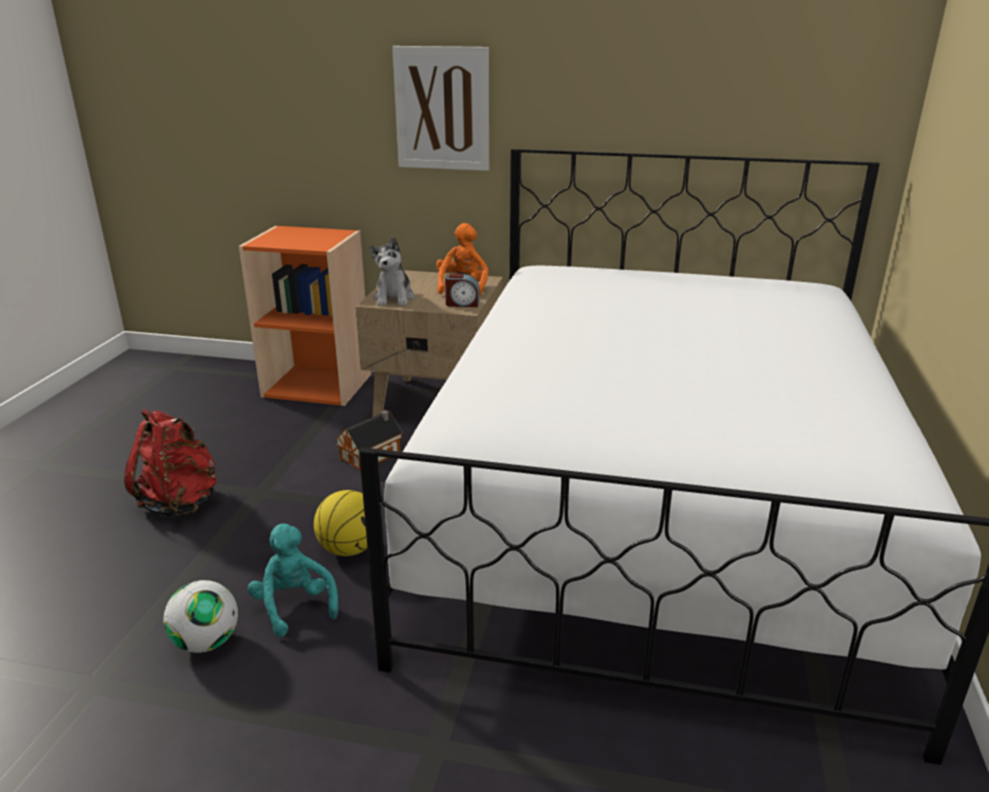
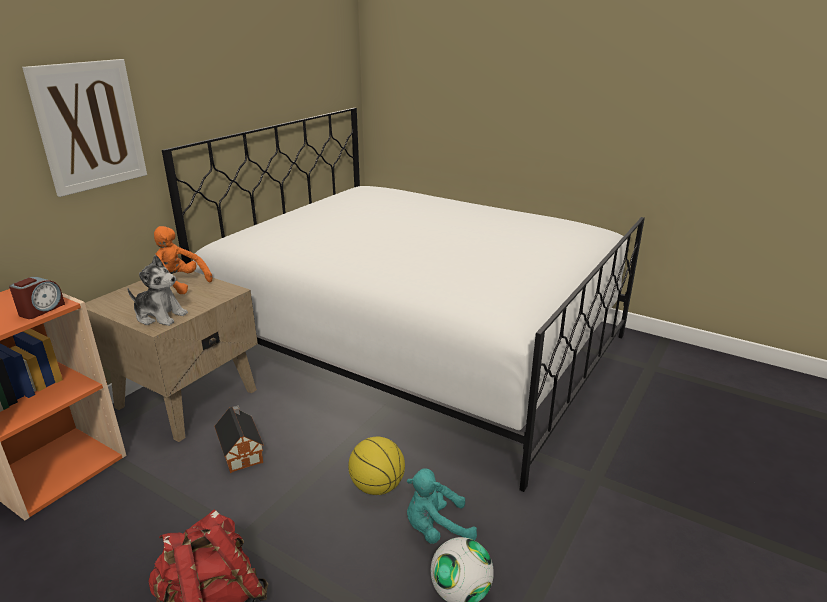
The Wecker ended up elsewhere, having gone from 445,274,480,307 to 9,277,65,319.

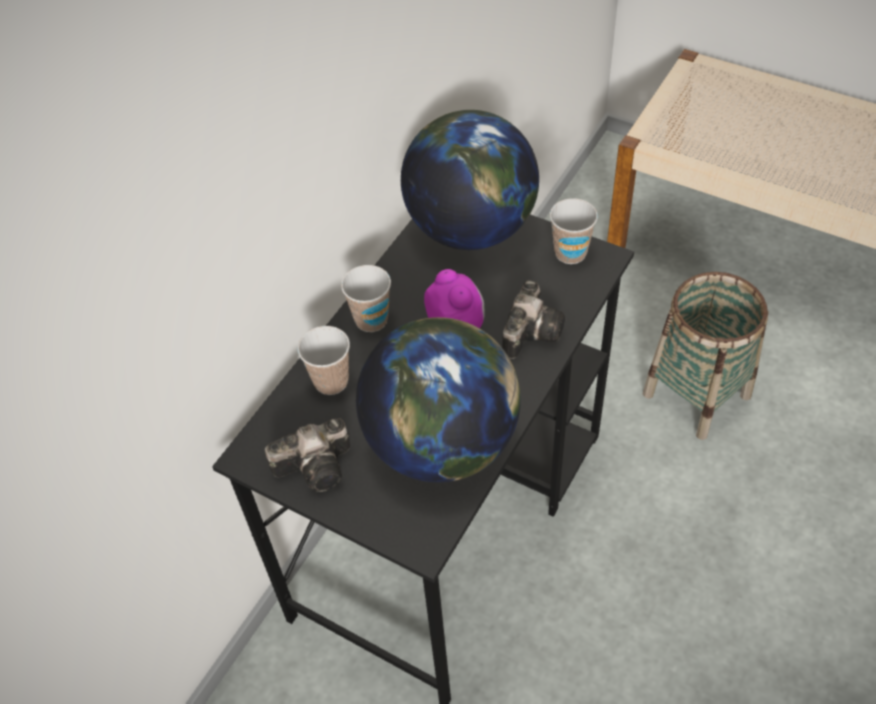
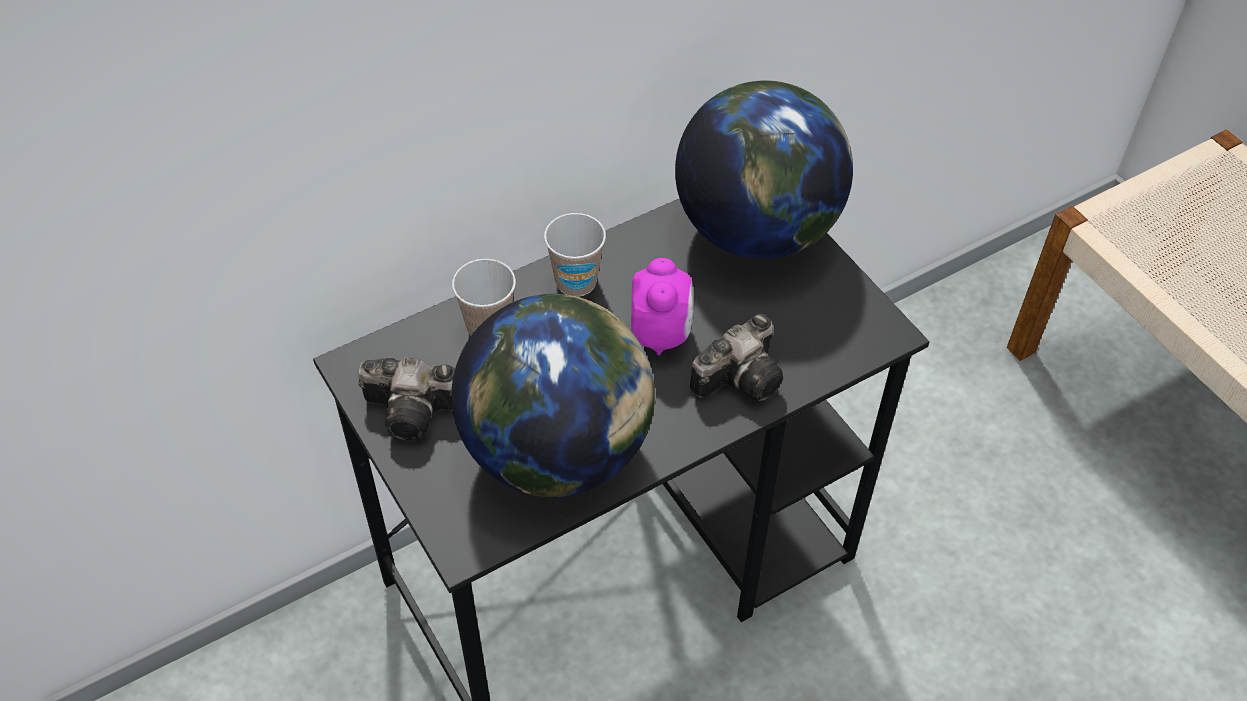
The second view lost the Tasse at 550,198,598,264.
The second view lost the Korb at 643,272,769,440.

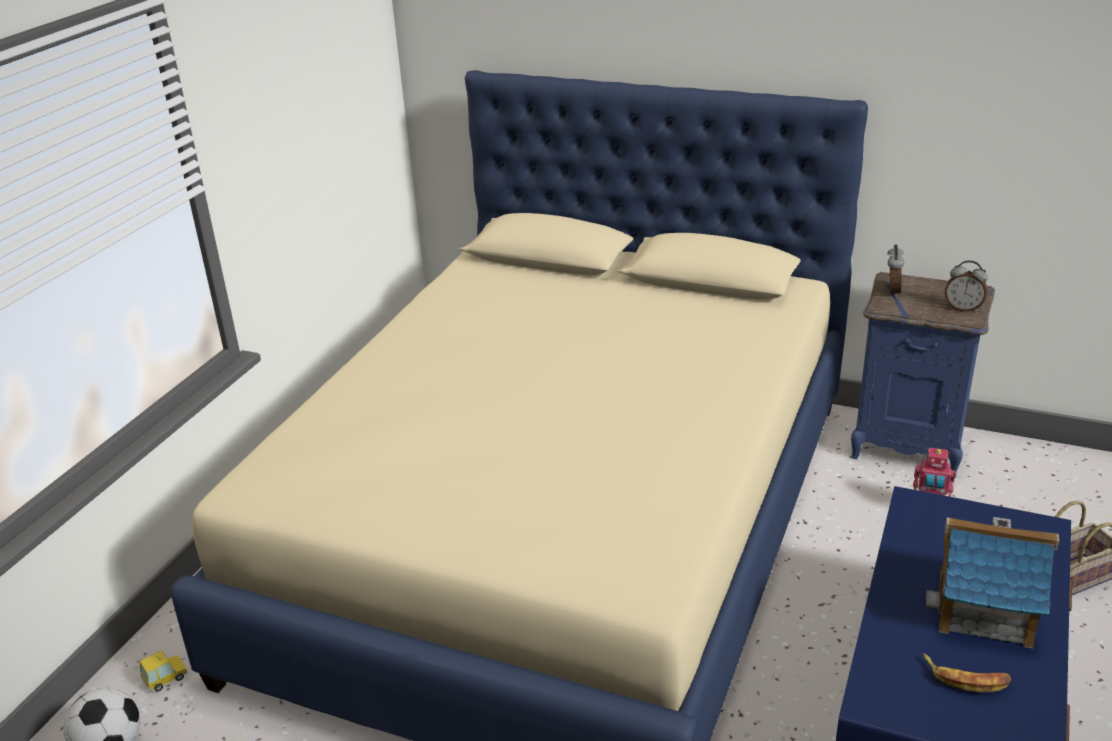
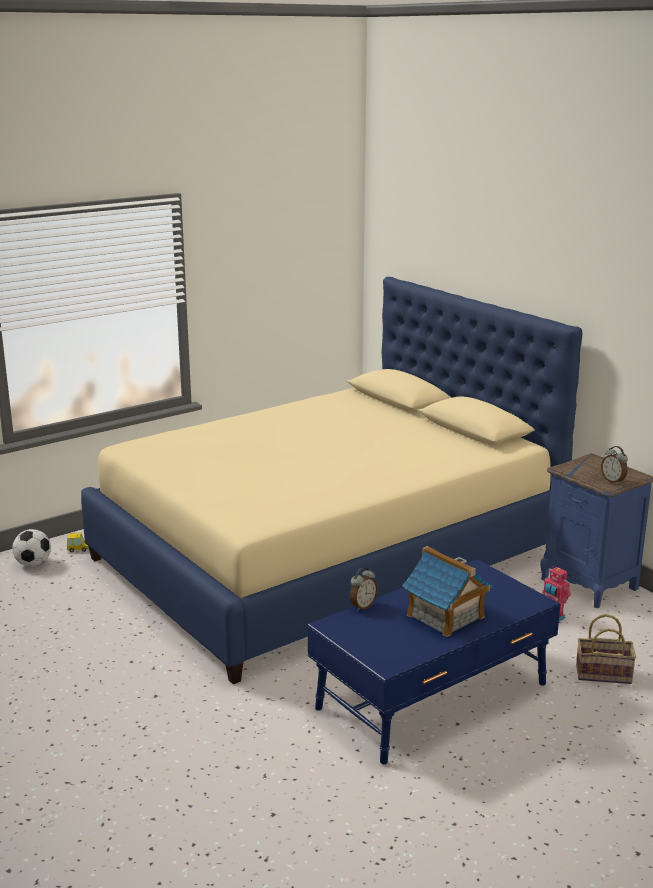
The Wecker ended up elsewhere, having gone from 887,245,904,297 to 350,567,378,611.
The second view lost the Banane at 923,653,1011,692.

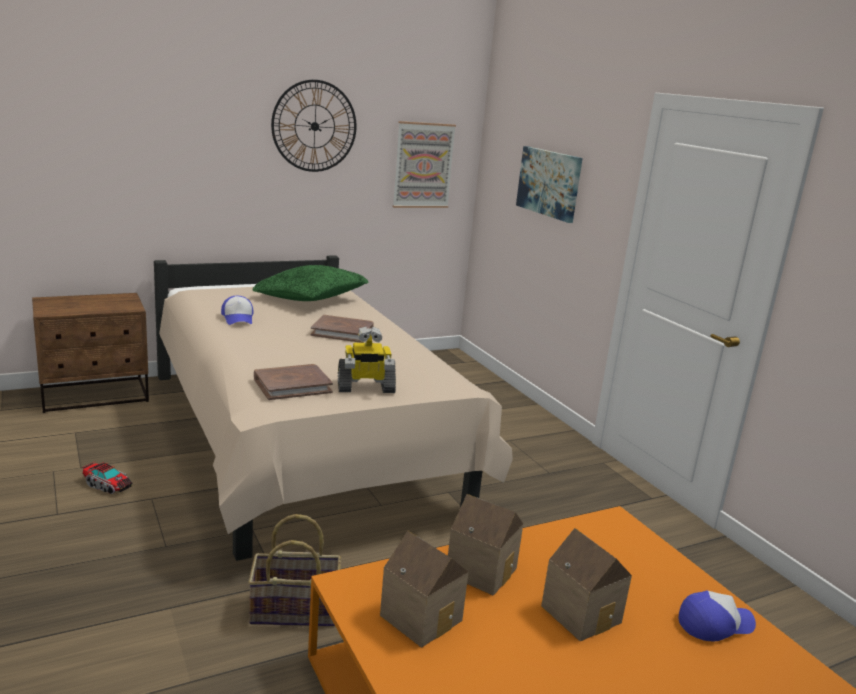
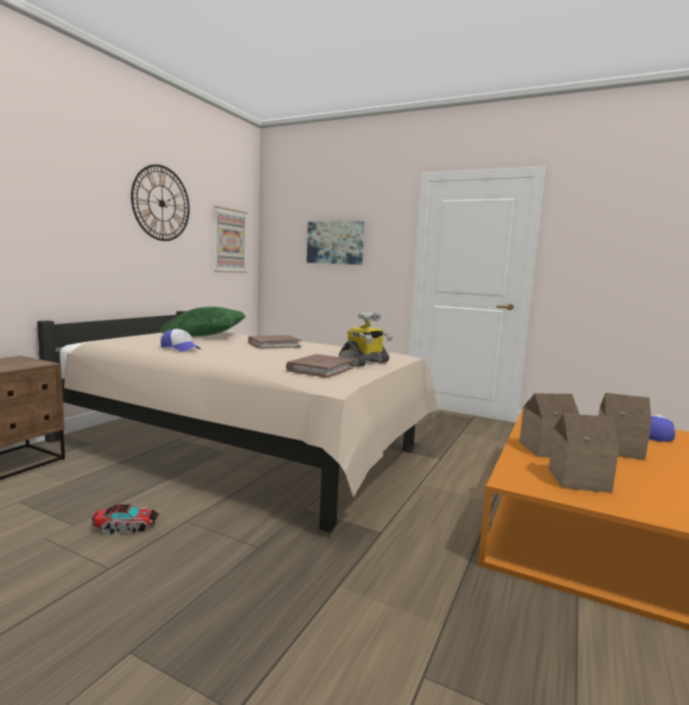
The second view lost the Korb at 248,514,341,626.

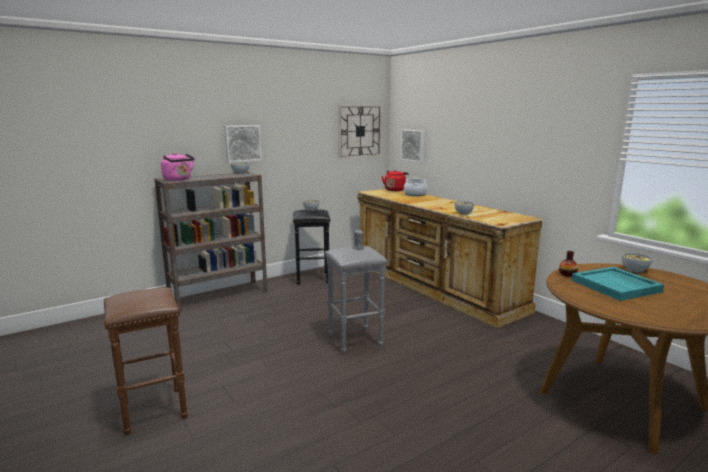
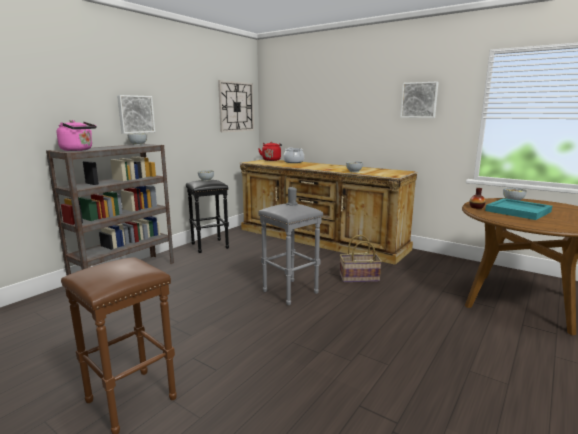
The Bild ended up elsewhere, having gone from 400,130,424,162 to 400,82,439,118.
The second view gained the Korb at 340,235,382,282.

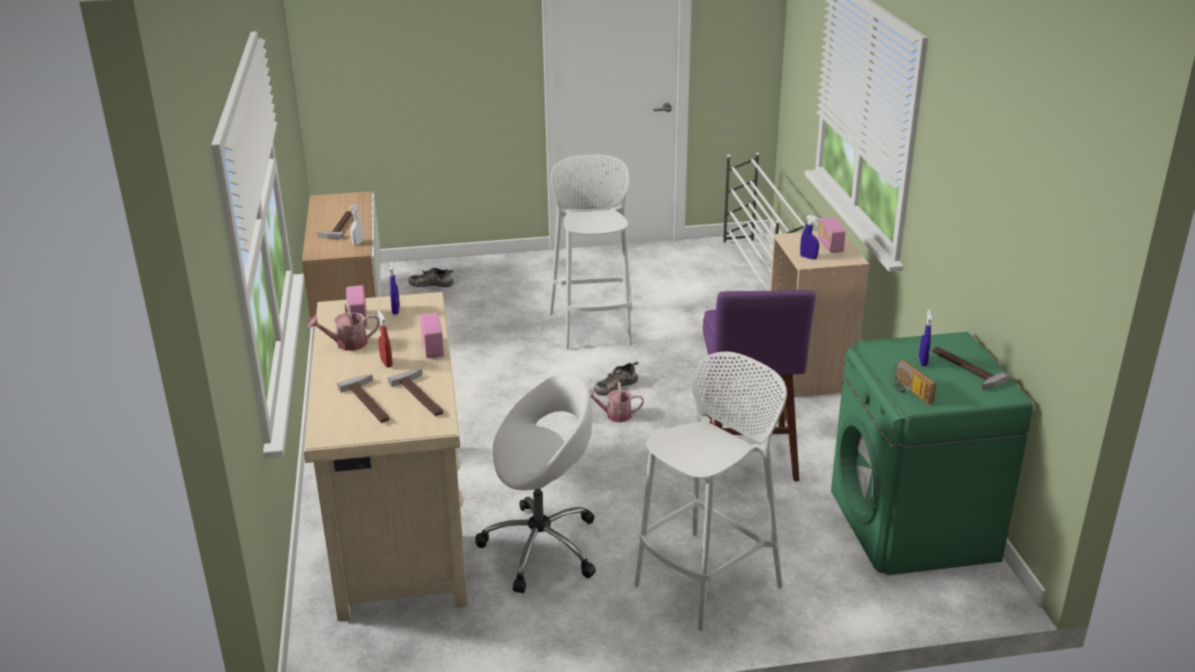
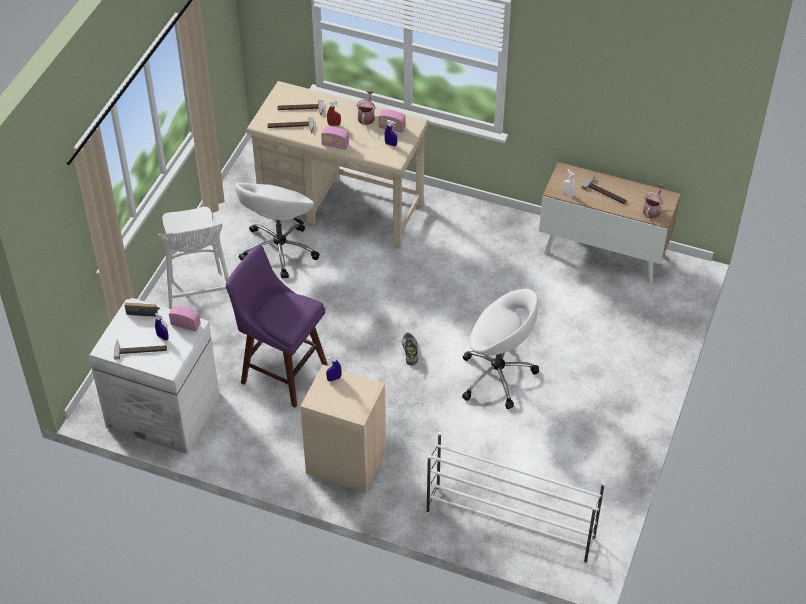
Where the Hocker (weiß) stood at 549,155,633,350, the Bürostuhl (weiß) came to stand at 462,289,539,409.
The Radio ended up elsewhere, having gone from 818,217,846,253 to 169,306,201,331.
The second view lost the Schuh at 408,268,454,287.
What was the Waschmaschine (grün) at 831,332,1033,575 turned into the Waschmaschine (weiß) at 89,298,220,454.
The Gießkanne ended up elsewhere, having gone from 589,382,644,422 to 643,184,666,218.

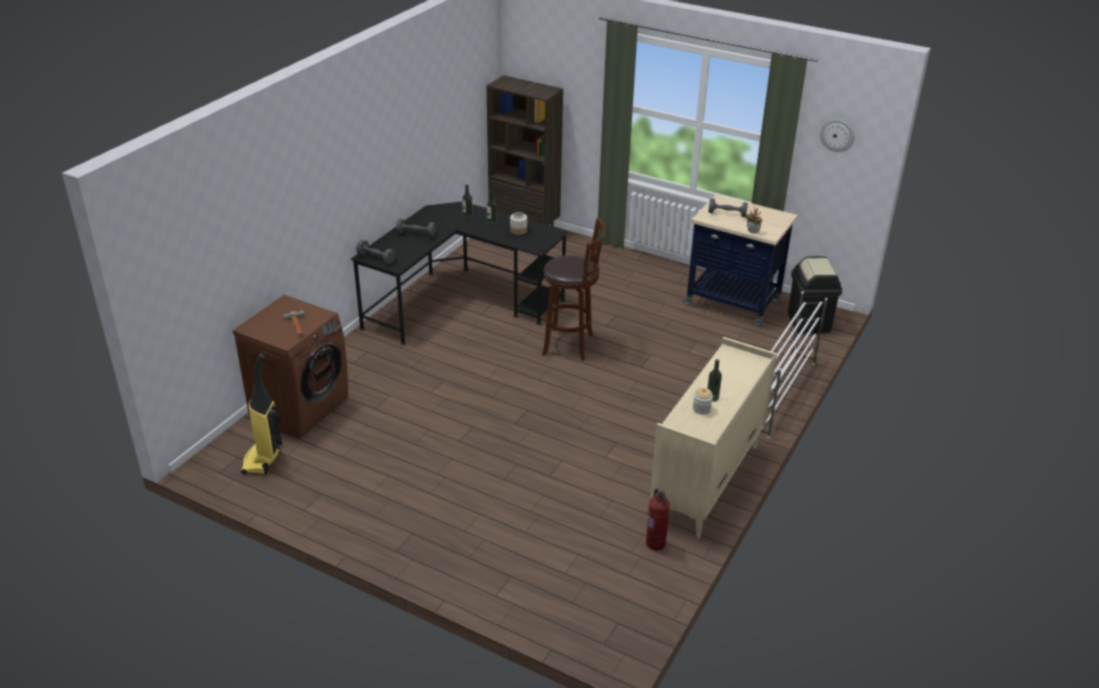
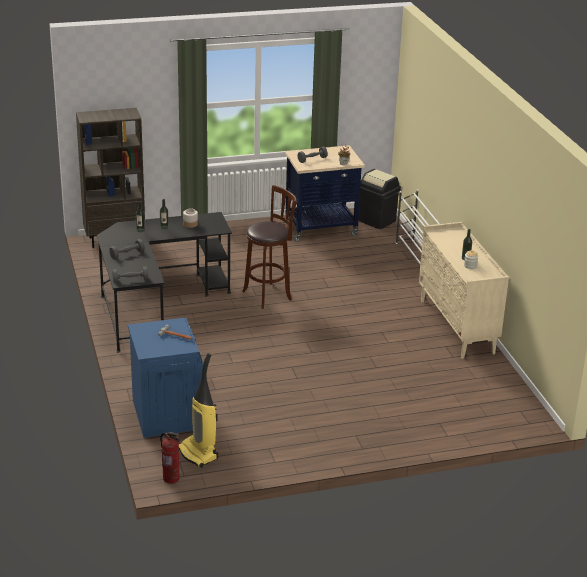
The second view lost the Wanduhr at 820,119,855,152.
What was the Waschmaschine (braun) at 232,295,348,438 turned into the Waschmaschine (blau) at 128,317,203,438.
The Feuerlöscher ended up elsewhere, having gone from 646,489,670,551 to 160,431,180,484.

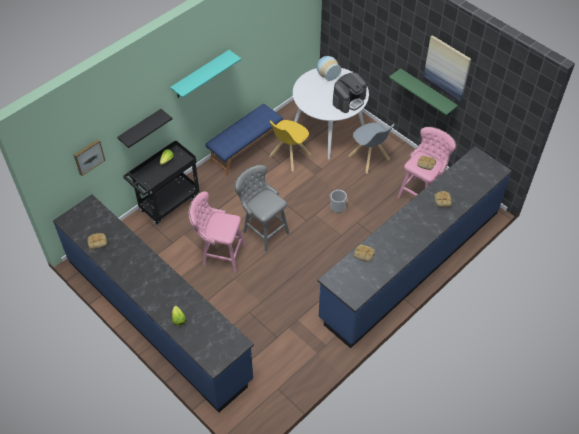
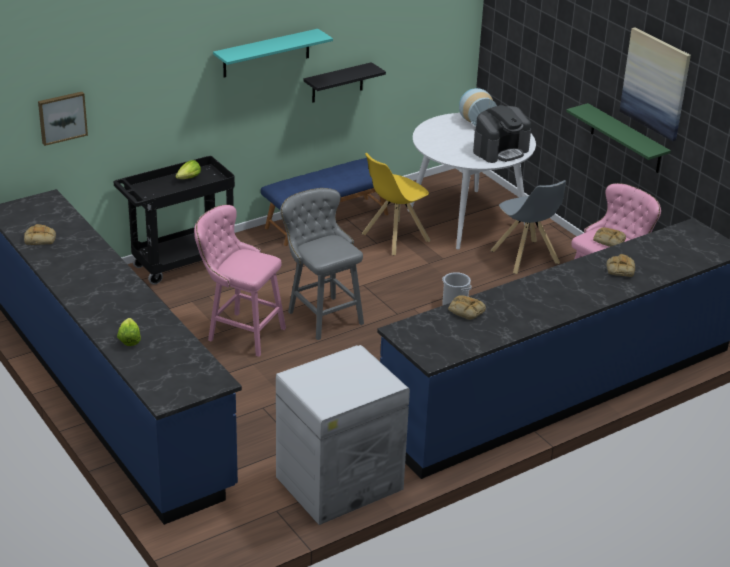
The Wandregal (schwarz) ended up elsewhere, having gone from 117,109,172,148 to 304,62,386,102.
The second view gained the Waschmaschine (weiß) at 276,345,410,525.

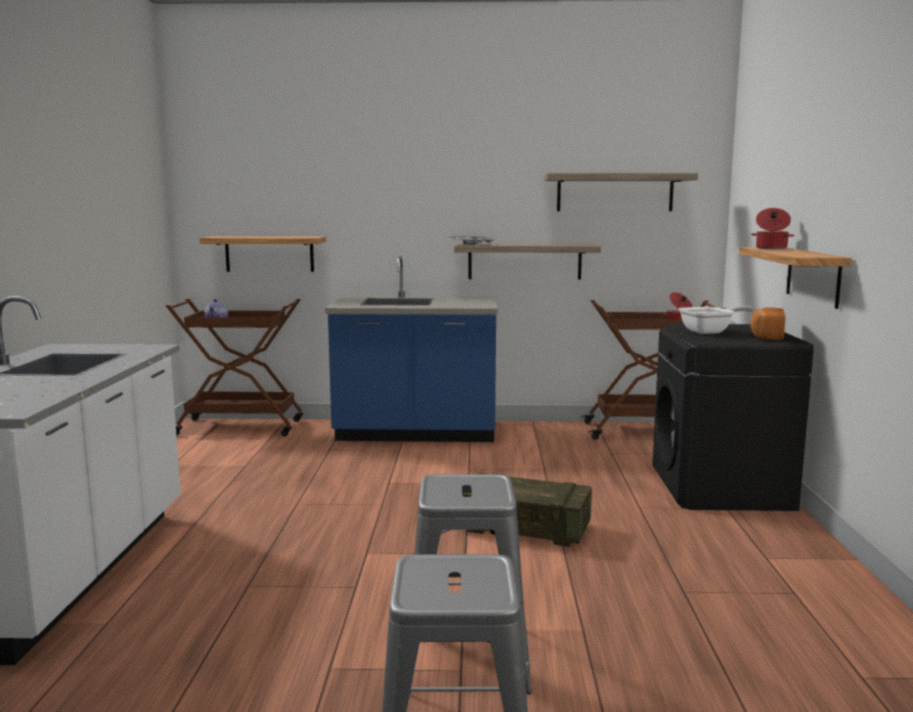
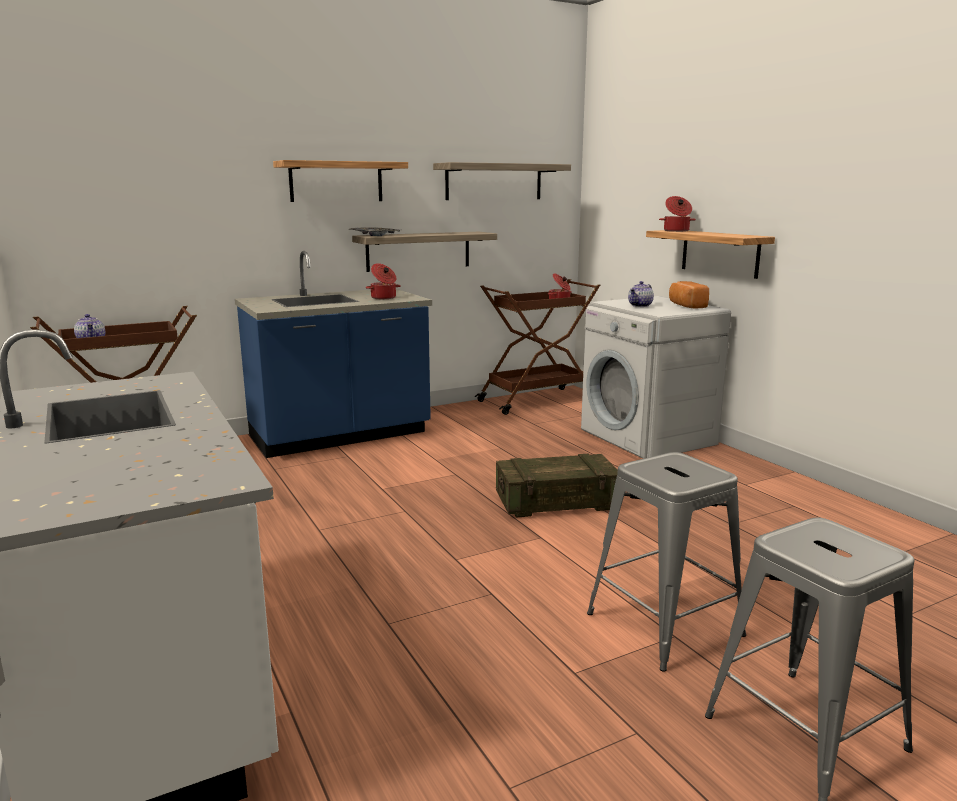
The Wandregal ended up elsewhere, having gone from 200,236,326,272 to 273,160,408,202.
Where the Pfanne stood at 679,306,754,334, the Teekanne came to stand at 628,281,654,307.
What was the Waschmaschine (schwarz) at 652,324,814,511 turned into the Waschmaschine (weiß) at 581,296,731,459.
The second view gained the Kochtopf at 366,263,401,299.

